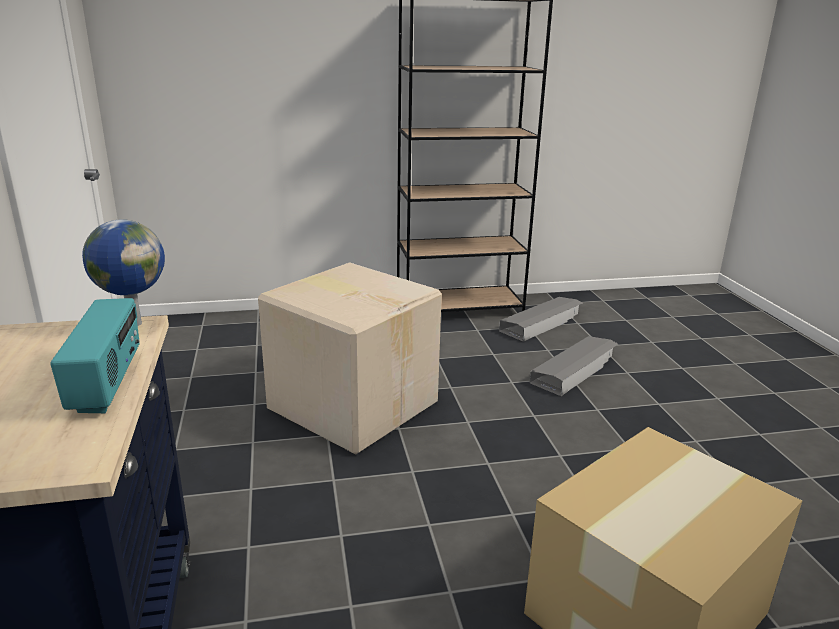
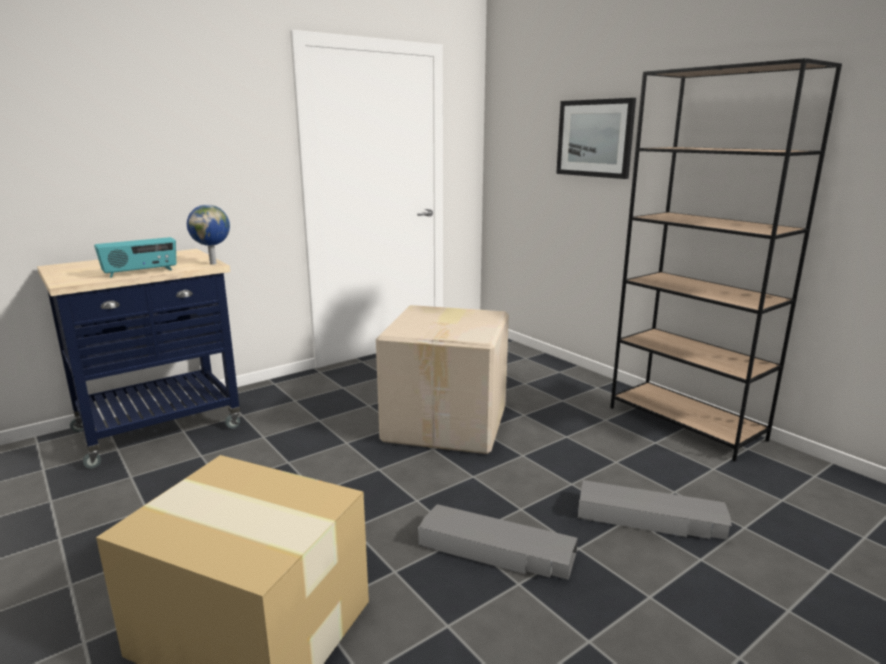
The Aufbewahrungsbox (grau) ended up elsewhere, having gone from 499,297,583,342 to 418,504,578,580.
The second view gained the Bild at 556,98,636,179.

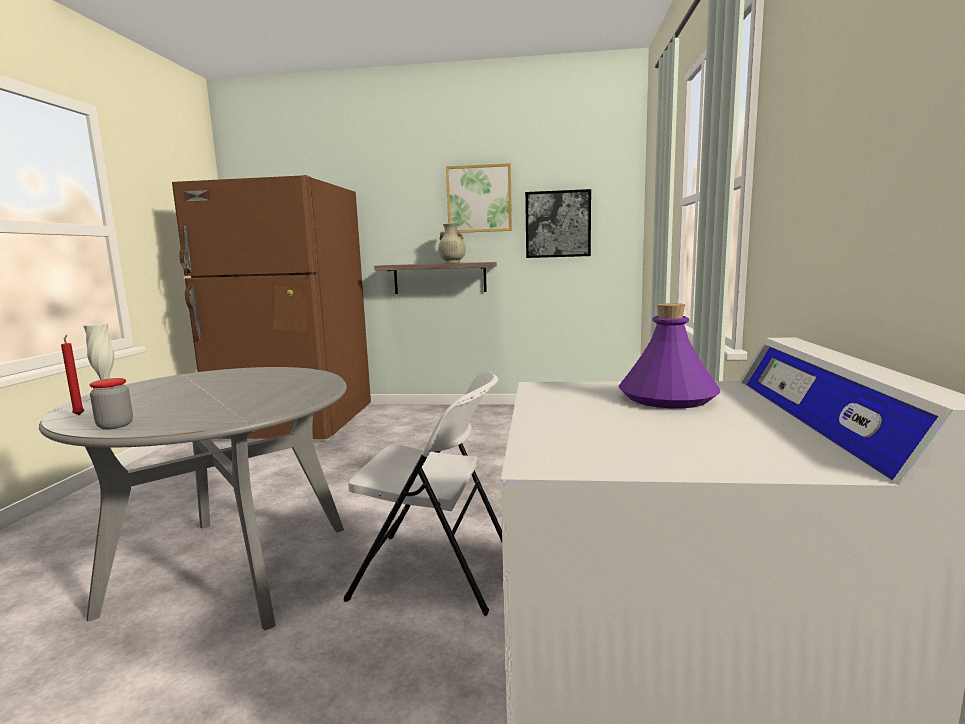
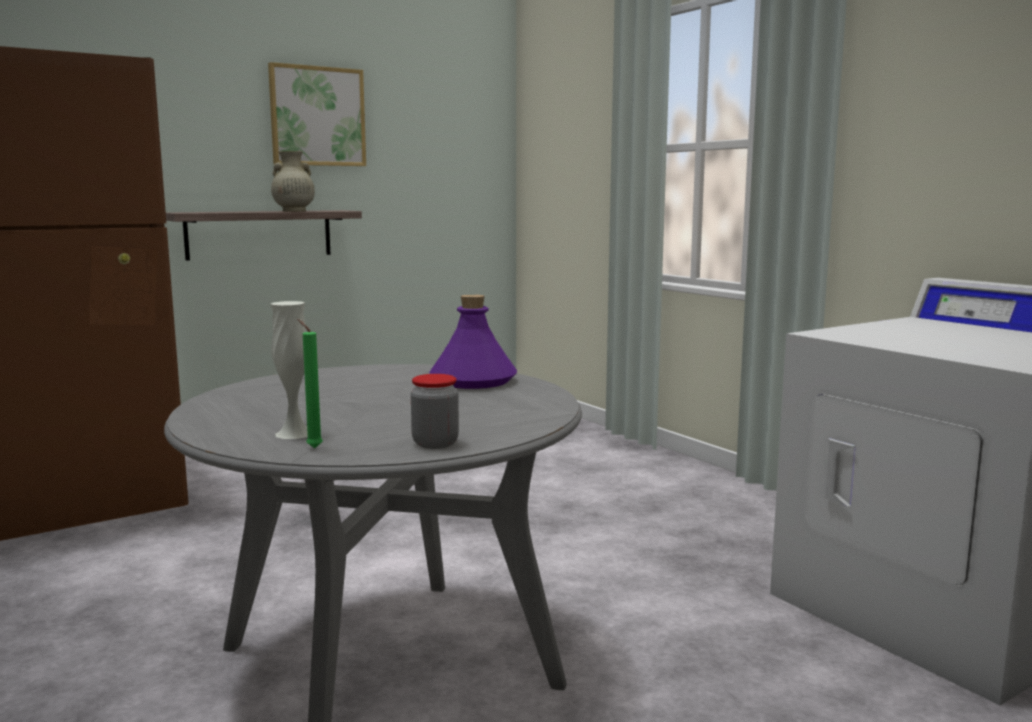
The second view lost the Bild at 525,189,591,258.
The Flasche (lila) ended up elsewhere, having gone from 619,303,720,408 to 429,294,517,389.
What was the Kerze (rot) at 61,335,84,415 turned into the Kerze (grün) at 297,319,323,448.
The second view lost the Stuhl (weiß) at 344,372,502,616.

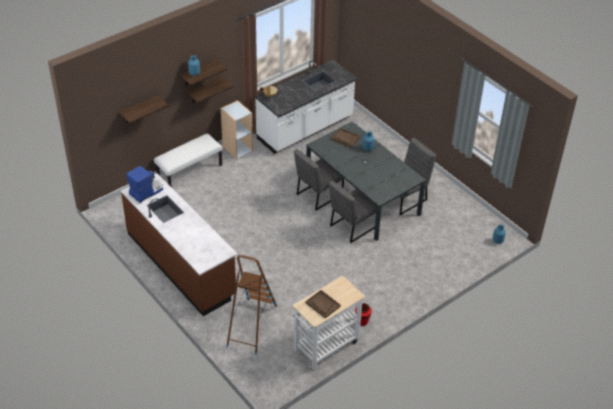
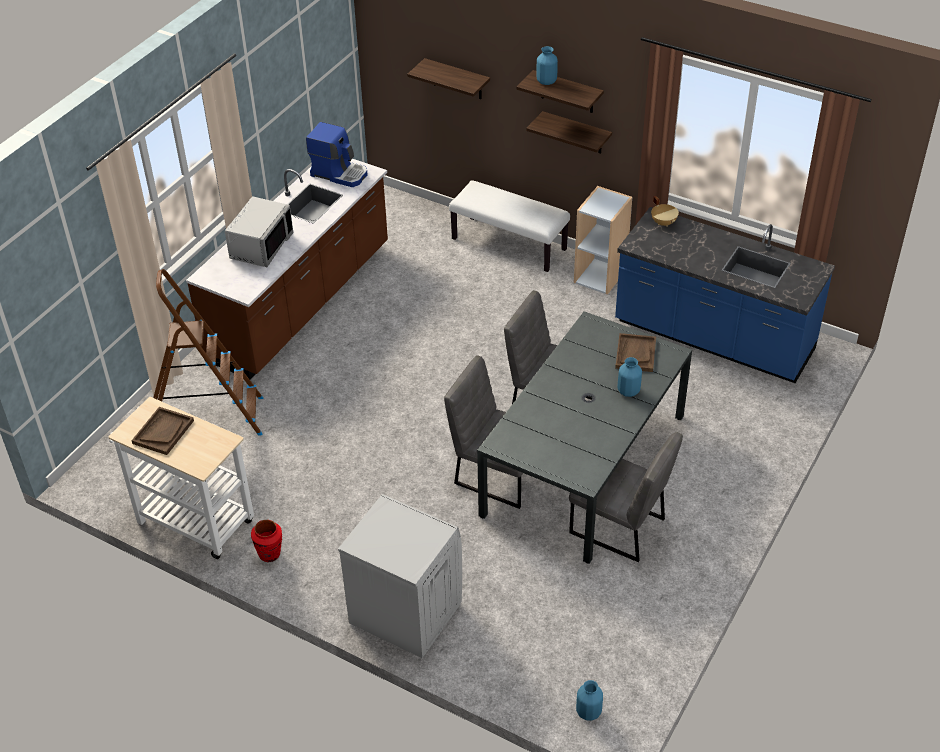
What was the Küchenzeile (weiß) at 255,60,357,154 turned into the Küchenzeile (blau) at 615,207,835,383.
The second view gained the Mikrowelle (grau) at 225,196,293,267.
The second view gained the Waschmaschine (weiß) at 338,494,462,658.

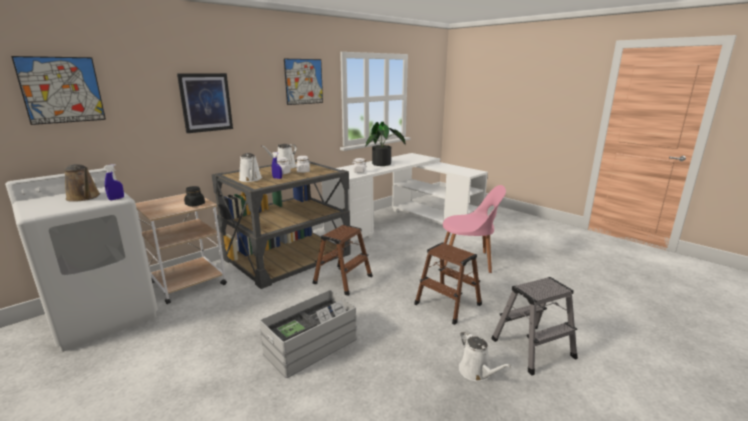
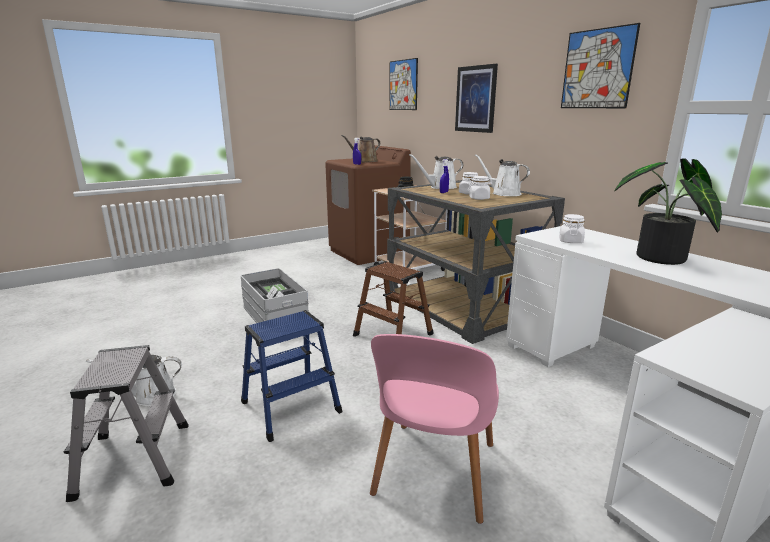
What was the Waschmaschine (weiß) at 5,168,158,352 turned into the Waschmaschine (braun) at 325,145,411,265.
What was the Trittleiter (braun) at 414,242,482,325 turned into the Trittleiter (blau) at 241,310,343,442.

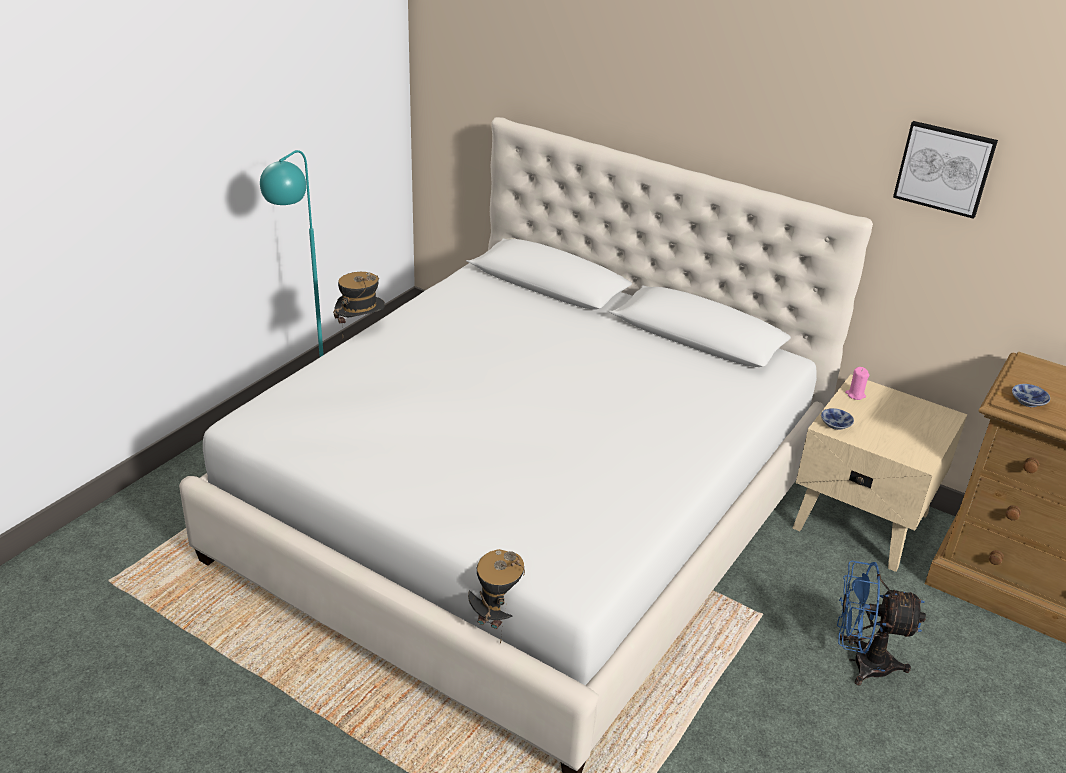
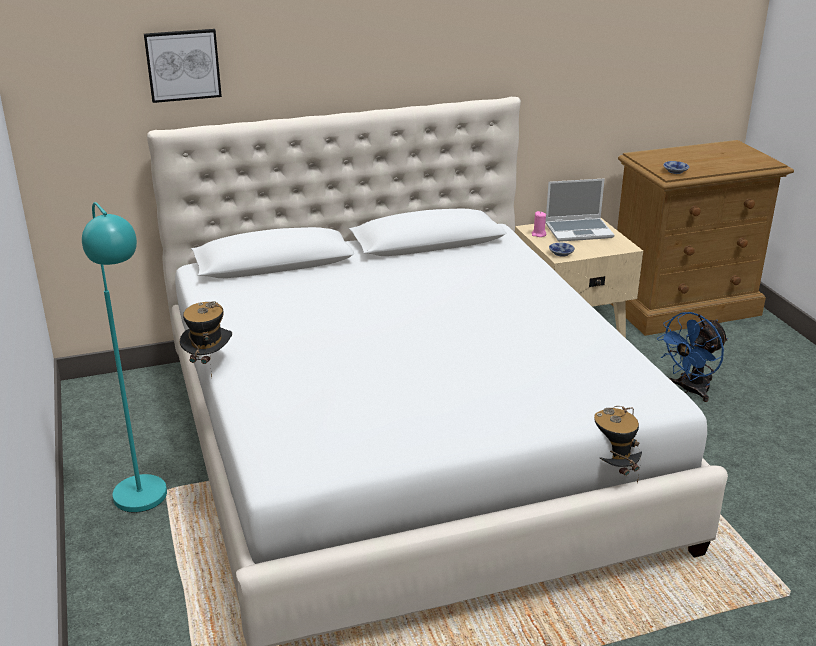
The Bild ended up elsewhere, having gone from 893,121,998,219 to 144,29,222,103.
The second view gained the Laptop at 545,179,614,242.

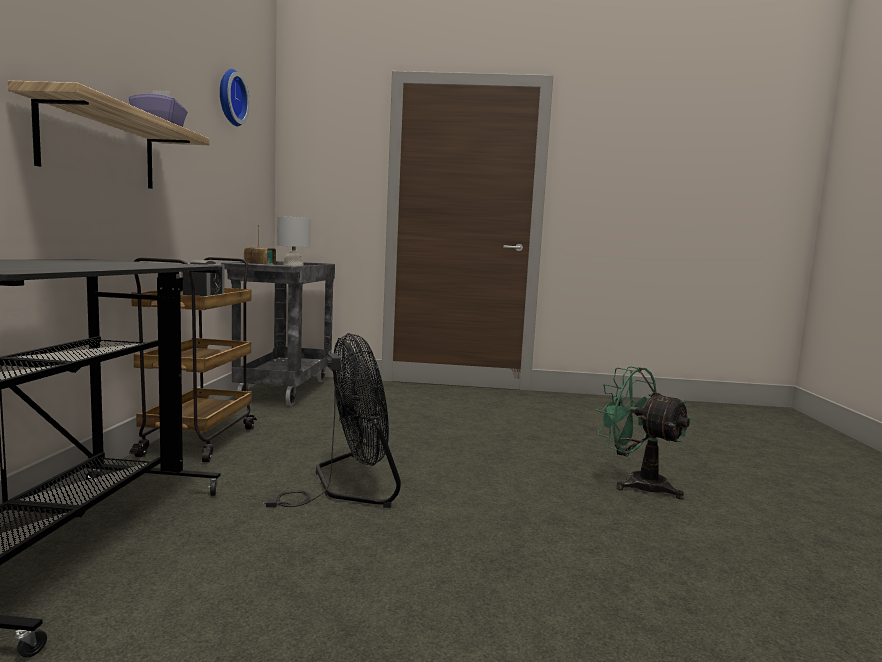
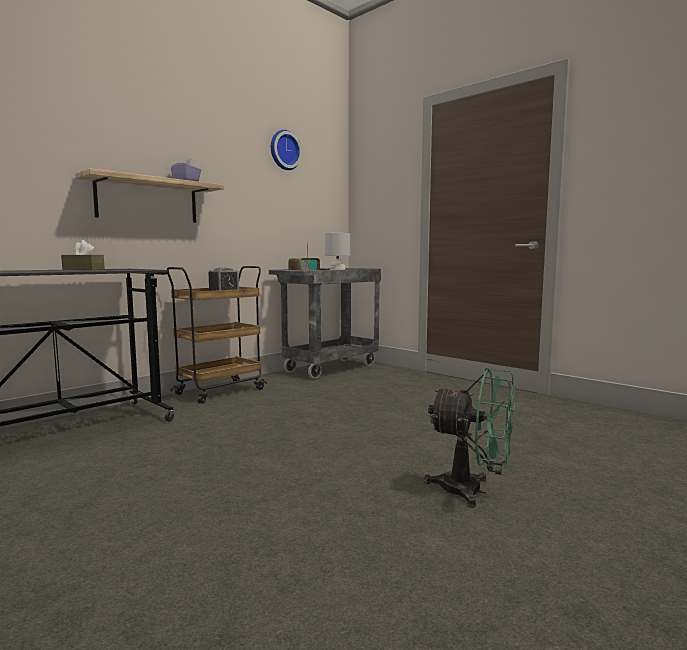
The second view lost the Ventilator (schwarz) at 263,333,401,508.
The Ventilator (grün) at 596,366,691,499 ended up facing another way, 120 degrees clockwise from before.
The second view gained the Taschentuchbox (braun) at 61,240,105,270.

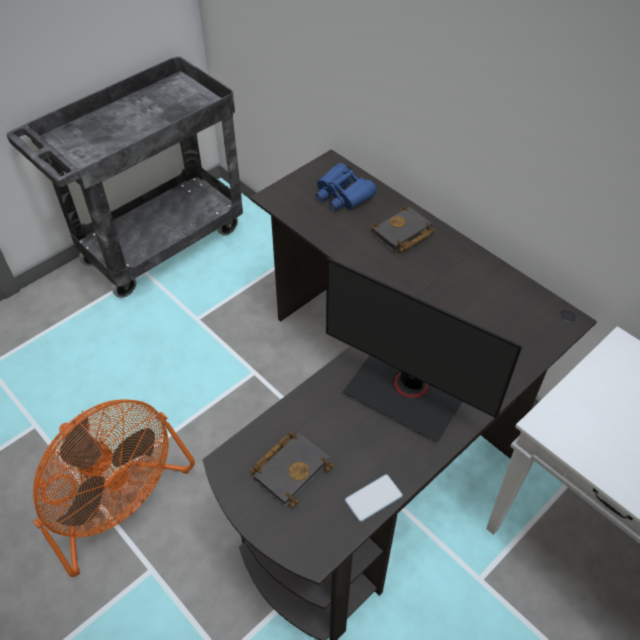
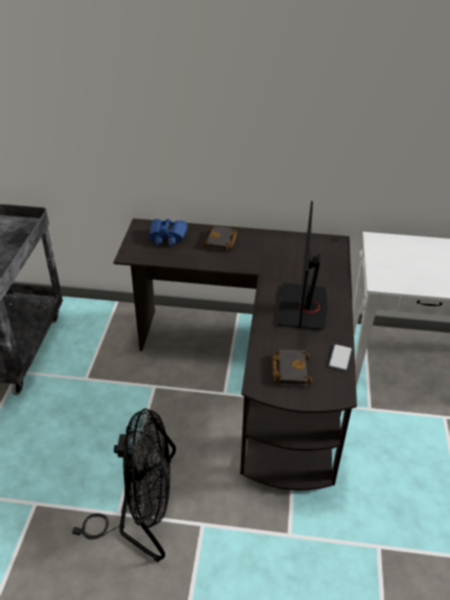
The Monitor at 326,258,522,443 ended up facing another way, 105 degrees clockwise from before.
What was the Ventilator (orange) at 33,399,195,577 turned into the Ventilator (schwarz) at 71,409,176,563.

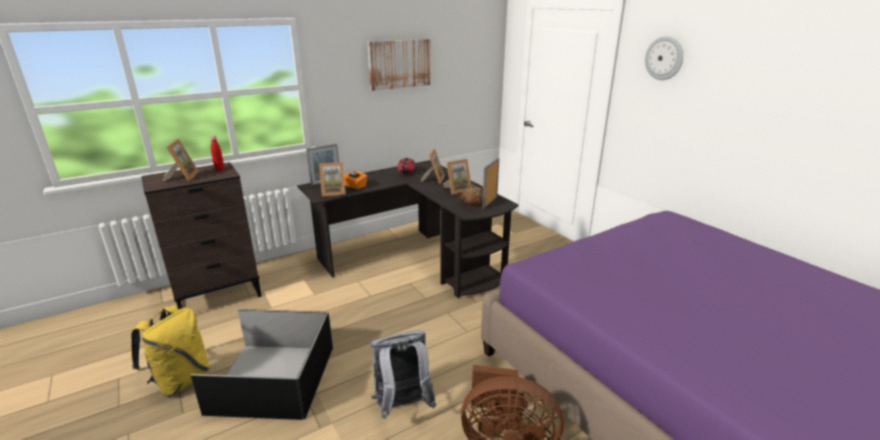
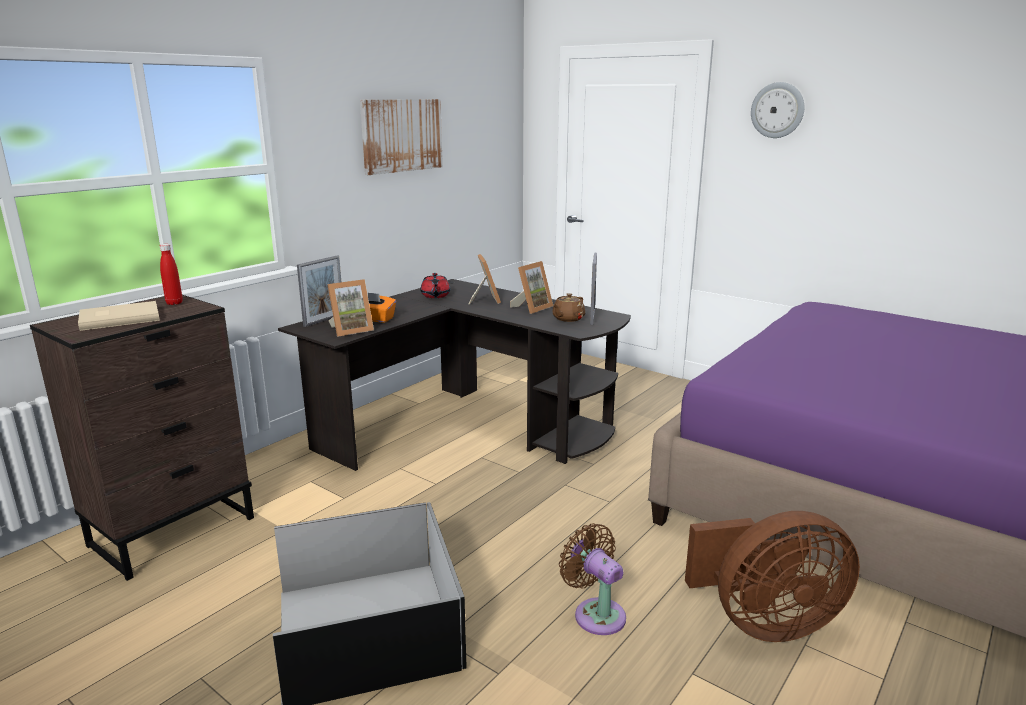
Where the Bilderrahmen stood at 163,139,199,181, the Buch (beige) came to stand at 78,301,160,331.
The second view lost the Rucksack (gelb) at 131,305,210,397.
Where the Rucksack (grau) stood at 371,330,436,419, the Ventilator (braun) came to stand at 559,523,626,635.

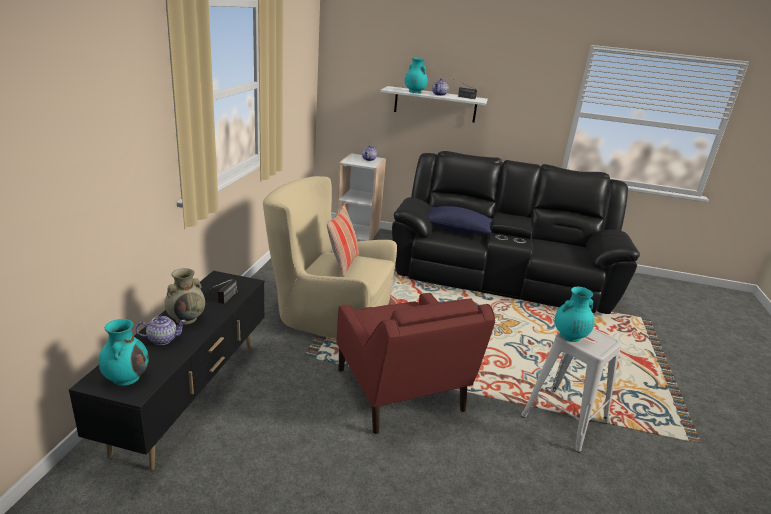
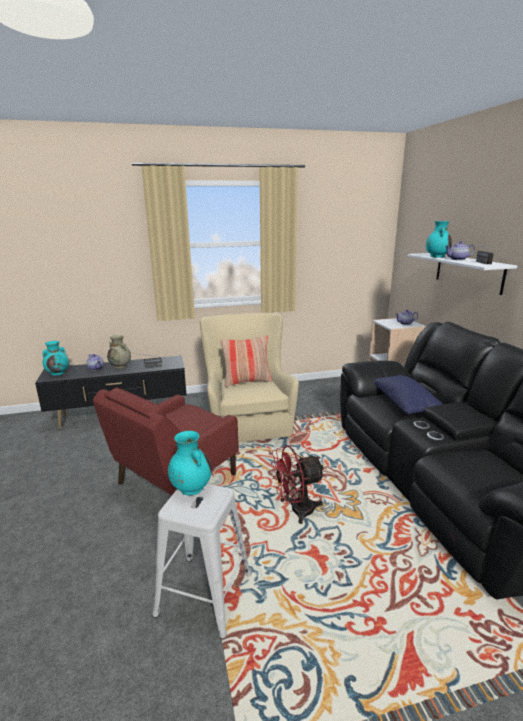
The second view gained the Ventilator (rot) at 271,445,326,524.

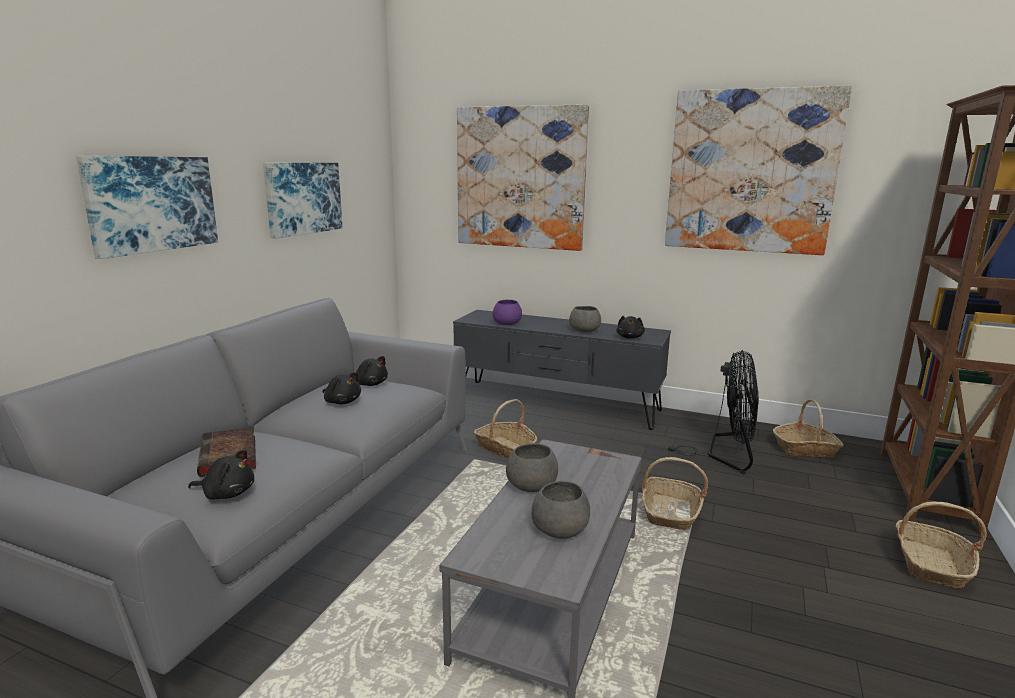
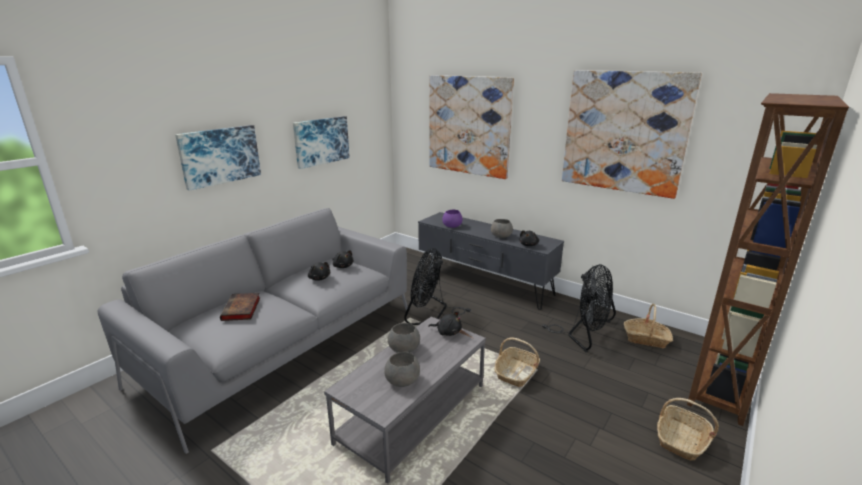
Where the Korb stood at 474,399,537,458, the Ventilator (schwarz) came to stand at 404,248,472,325.
The Plüschtier (schwarz) ended up elsewhere, having gone from 188,450,254,500 to 428,311,462,336.

